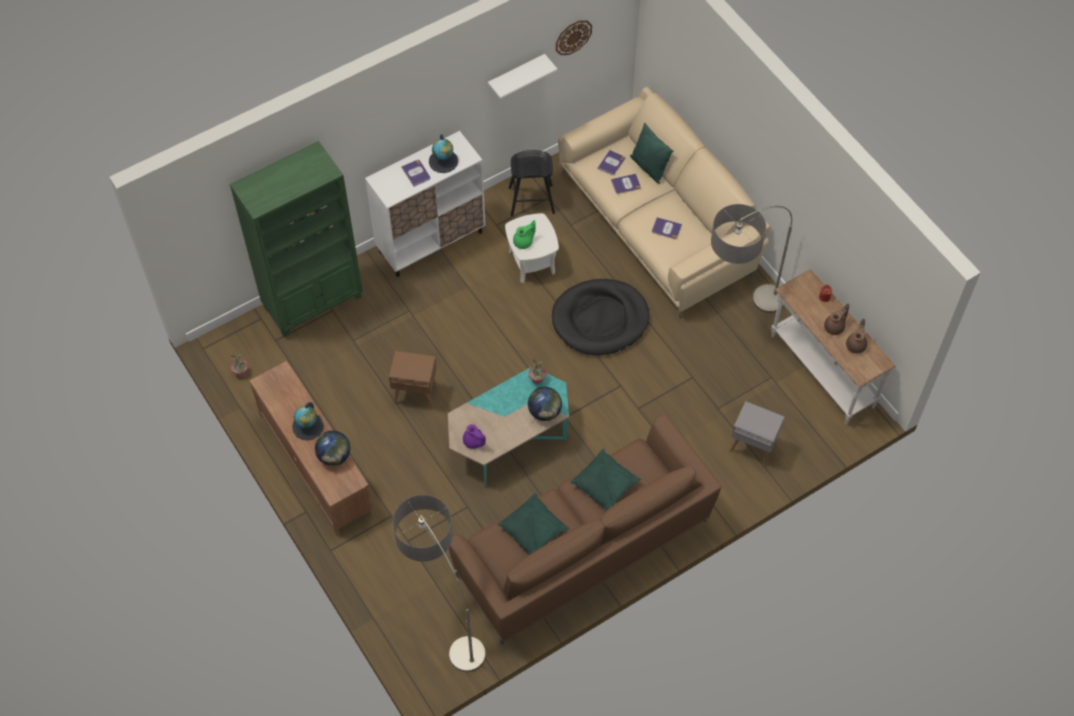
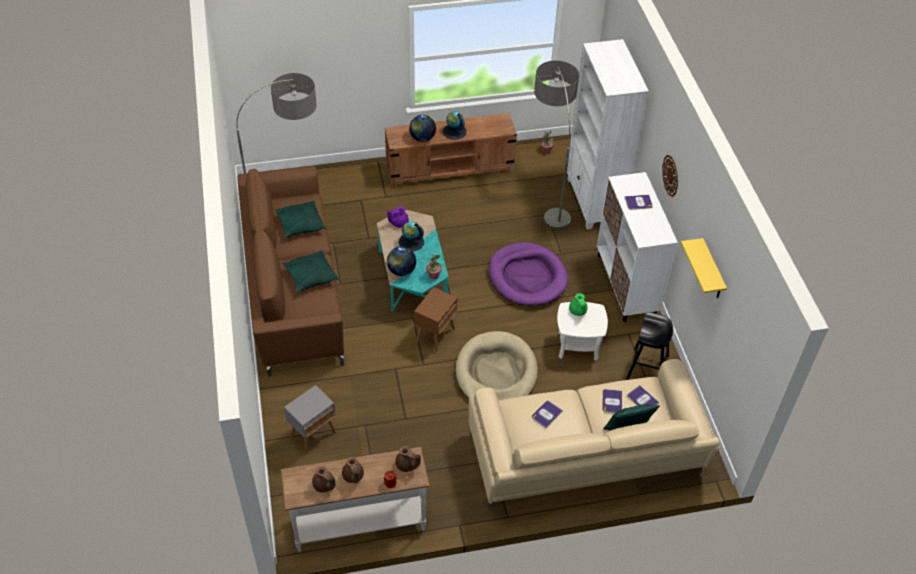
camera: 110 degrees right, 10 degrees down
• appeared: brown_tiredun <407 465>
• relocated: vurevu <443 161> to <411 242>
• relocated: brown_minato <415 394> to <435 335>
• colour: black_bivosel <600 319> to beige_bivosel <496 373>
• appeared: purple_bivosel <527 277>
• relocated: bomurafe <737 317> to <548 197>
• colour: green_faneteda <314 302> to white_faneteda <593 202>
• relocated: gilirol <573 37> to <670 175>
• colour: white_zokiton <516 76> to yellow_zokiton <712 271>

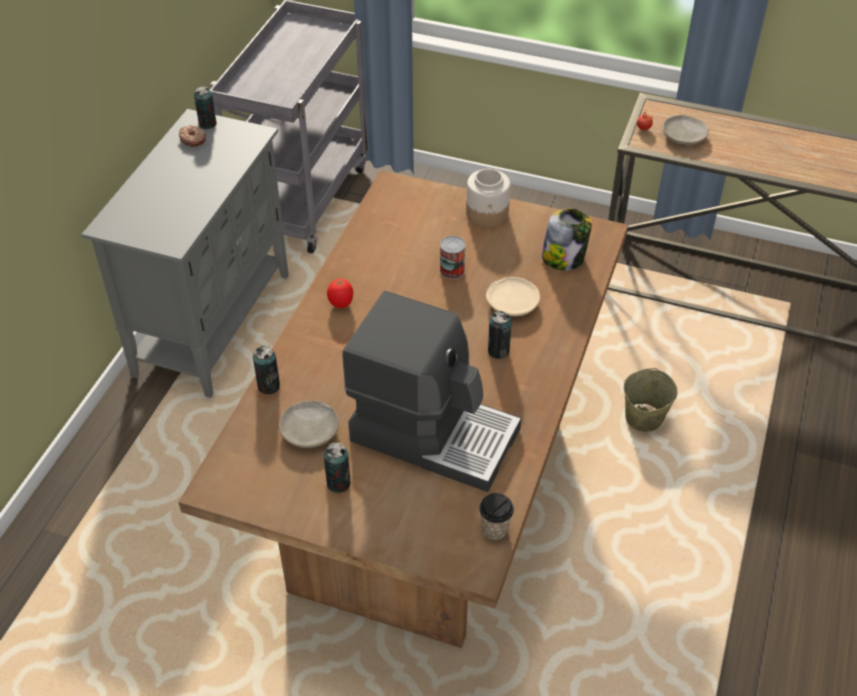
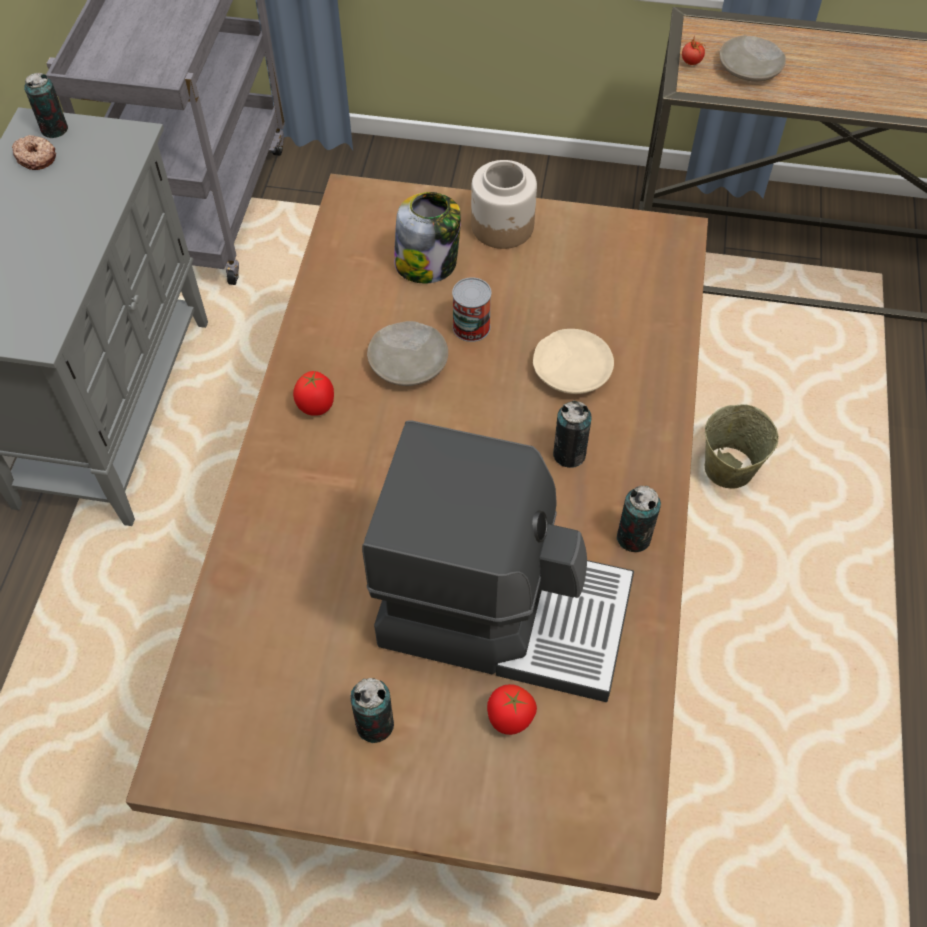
camera: 10 degrees left, 10 degrees up
• relocated: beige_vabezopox <310 430> to <409 362>
• relocated: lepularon <564 258> to <427 263>
• appeared: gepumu <510 720>
• relocated: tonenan <268 386> to <633 537>
• missing: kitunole <495 529>

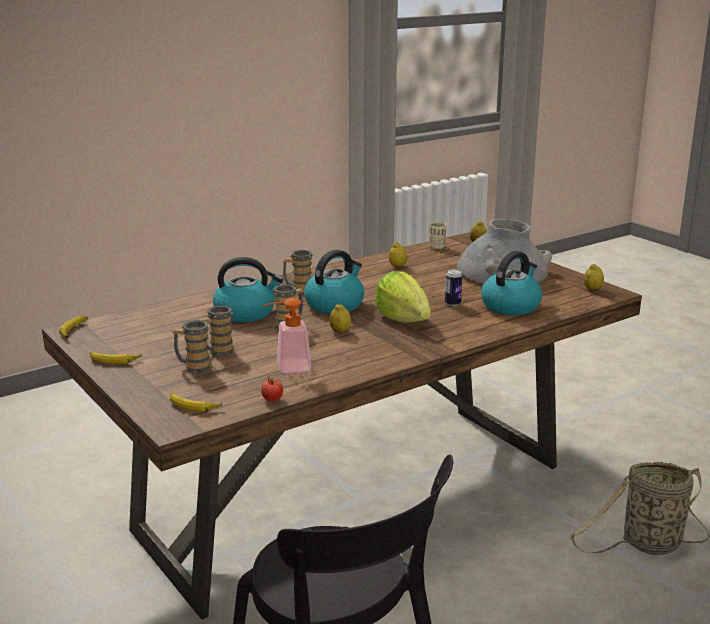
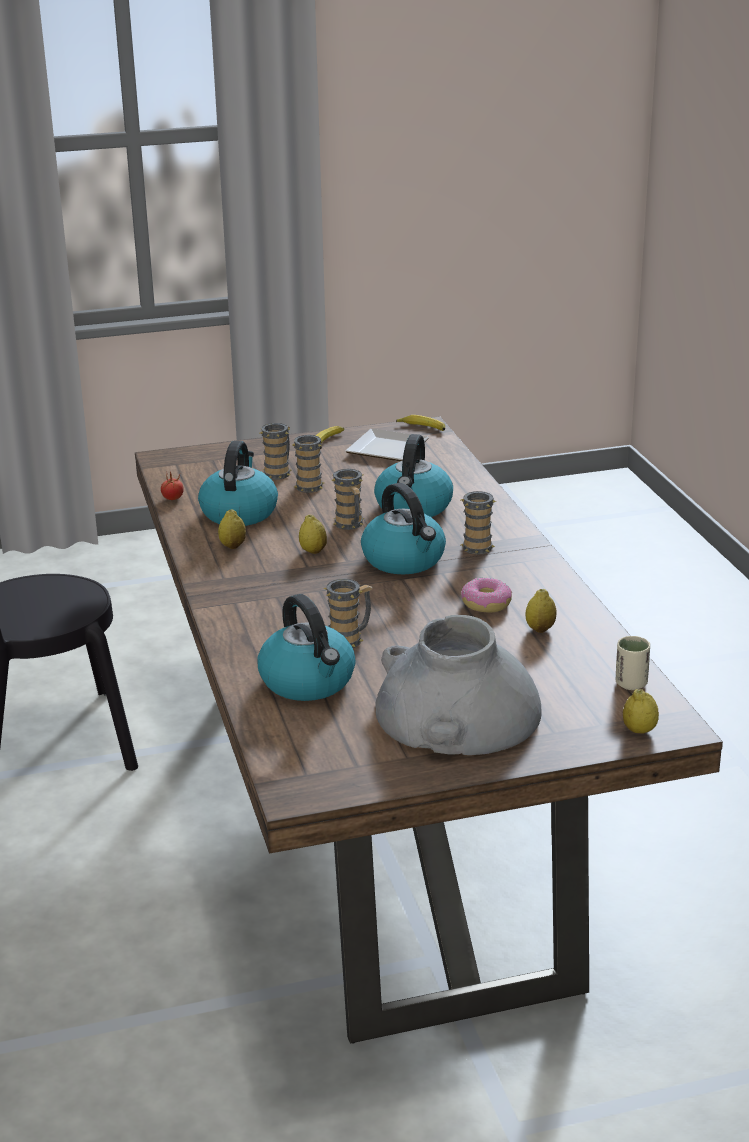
camera: 110 degrees right, 5 degrees up
• exchanged: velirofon <287 367> to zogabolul <239 512>
• relocated: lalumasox <592 289> to <233 546>
• exchanged: tonenan <452 304> to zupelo <350 639>
• appeared: vabezopox <384 450>
• appeared: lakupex <486 603>
• missing: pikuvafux <194 406>
• missing: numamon <403 319>
• missing: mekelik <647 545>

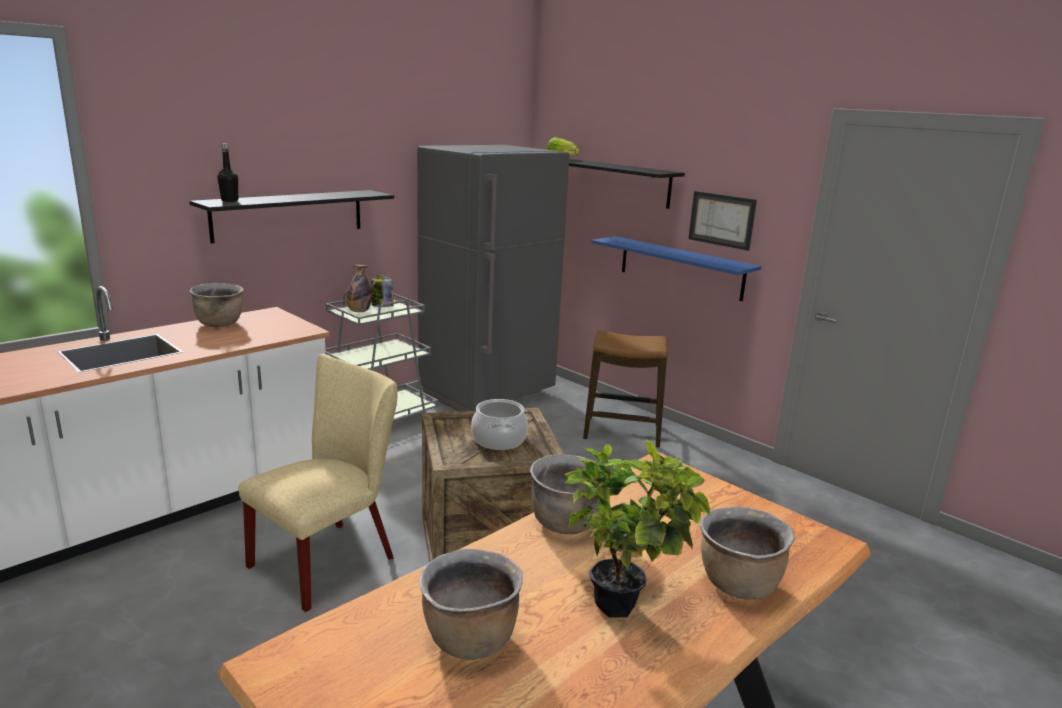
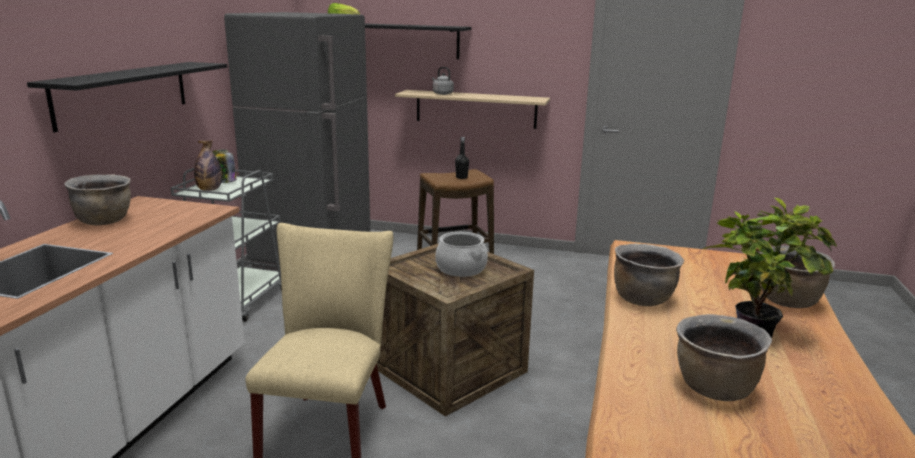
camera: 30 degrees left, 0 degrees up
• colour: blue_zokiton <680 267> to beige_zokiton <475 109>
• appeared: grey_zogabolul <442 93>
• relocated: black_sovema <229 200> to <461 177>
• missing: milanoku <721 220>

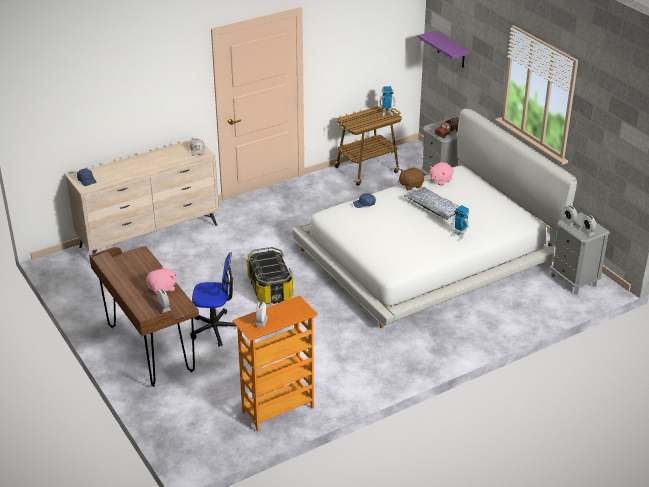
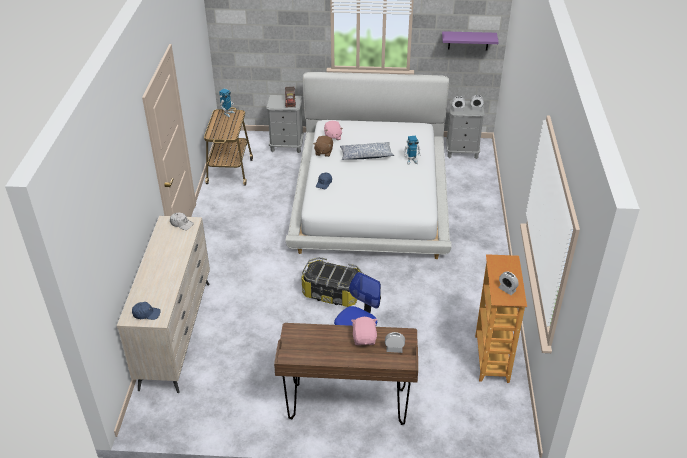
camera: 55 degrees left, 5 degrees up
• relocated: purple_zokiton <451 50> to <468 40>

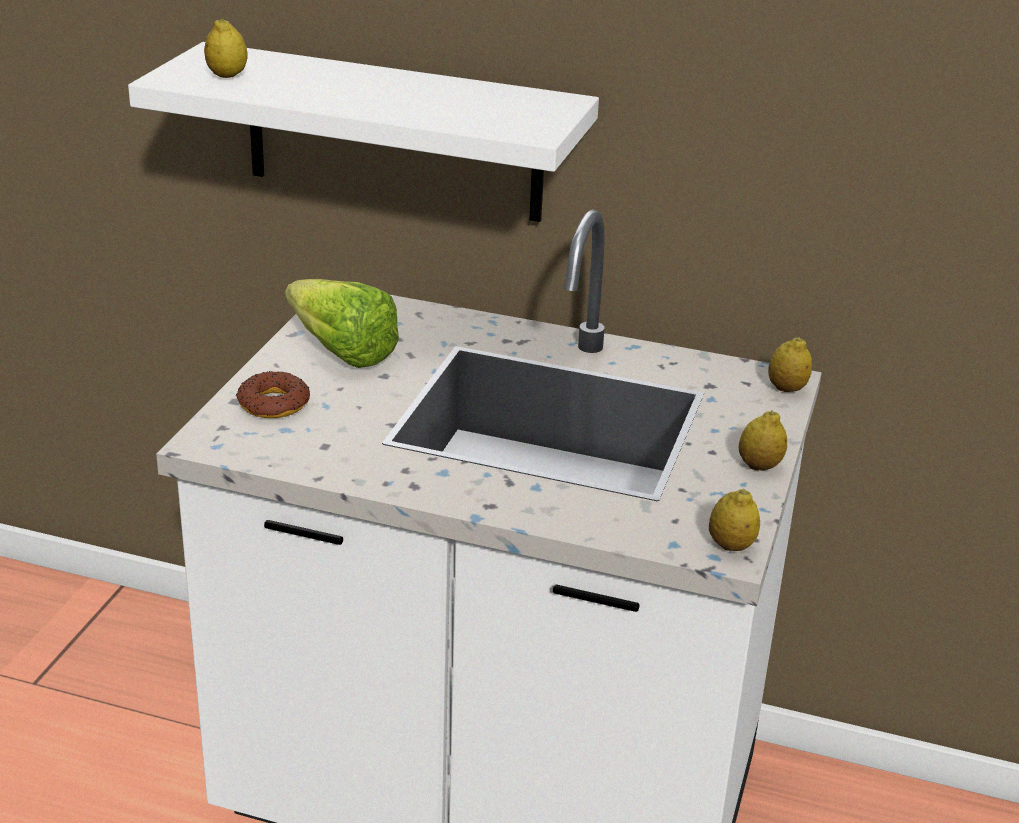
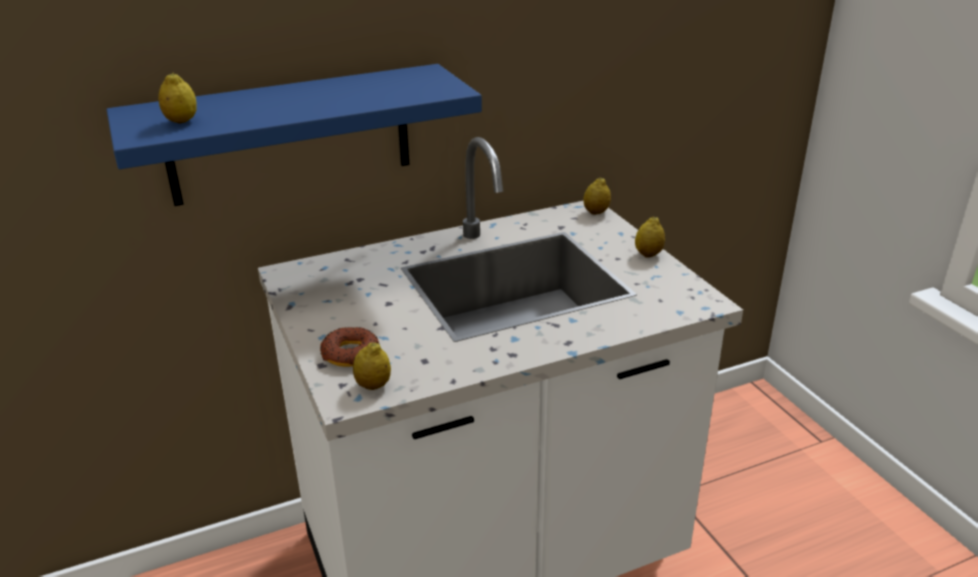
camera: 40 degrees left, 0 degrees up
• colour: white_zokiton <394 133> to blue_zokiton <290 135>
• relocated: lalumasox <731 546> to <373 385>
• missing: numamon <337 348>

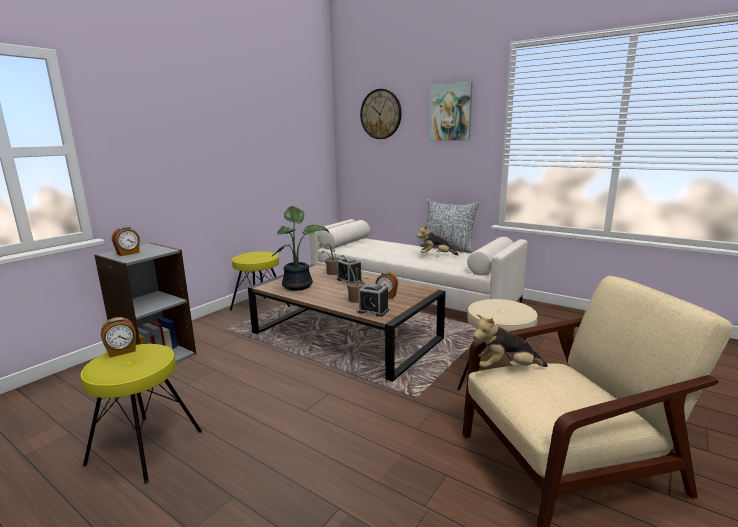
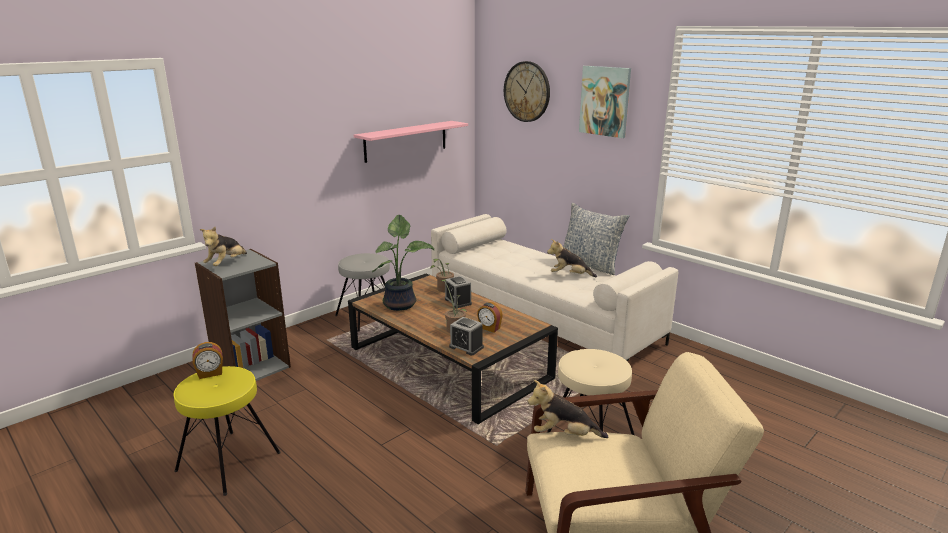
camera: 10 degrees right, 5 degrees up
• exchanged: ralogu <128 253> to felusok <226 264>
• colour: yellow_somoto <260 308> to grey_somoto <367 317>
• appeared: pink_zokiton <406 141>

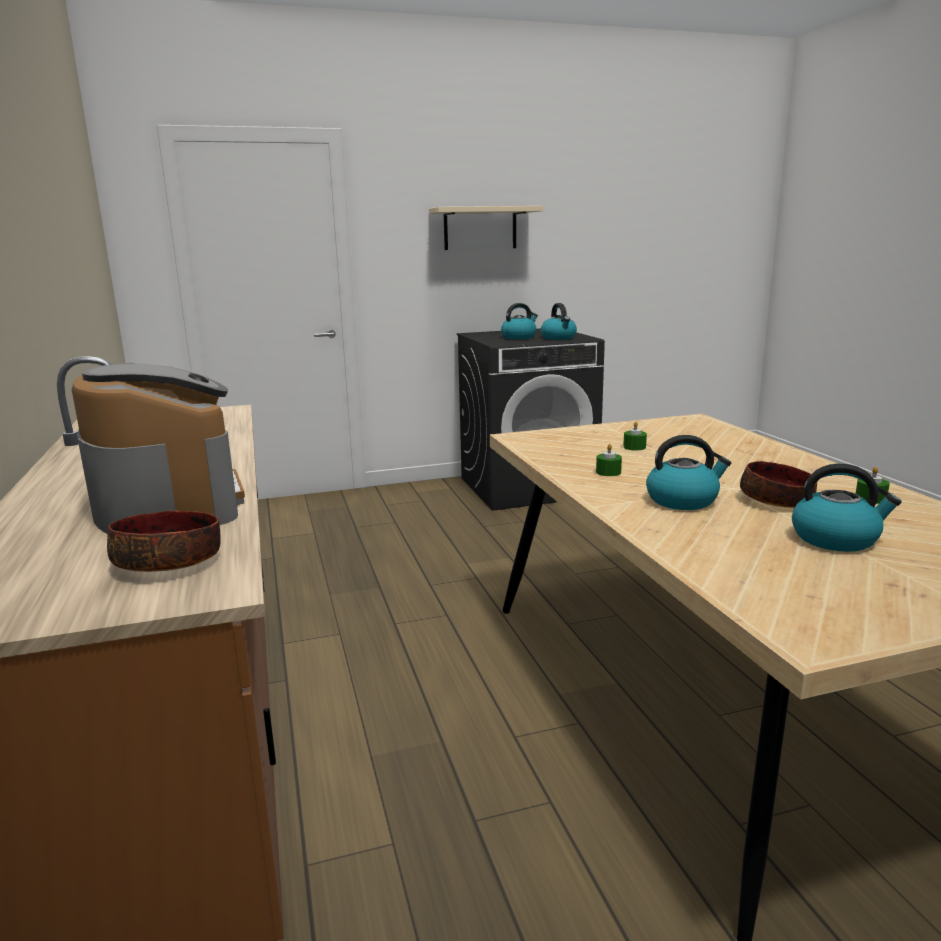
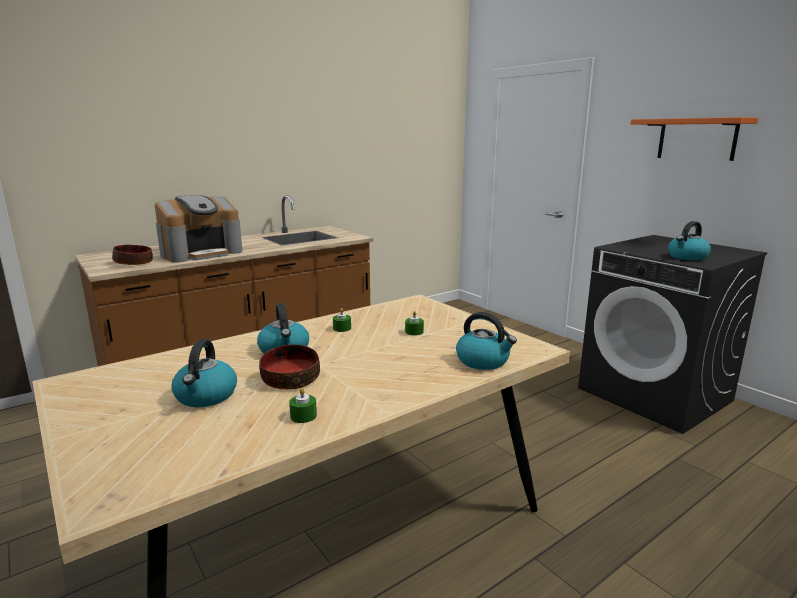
camera: 70 degrees right, 0 degrees up
• relocated: zogabolul <519 337> to <483 361>
• colour: beige_zokiton <480 228> to orange_zokiton <696 139>

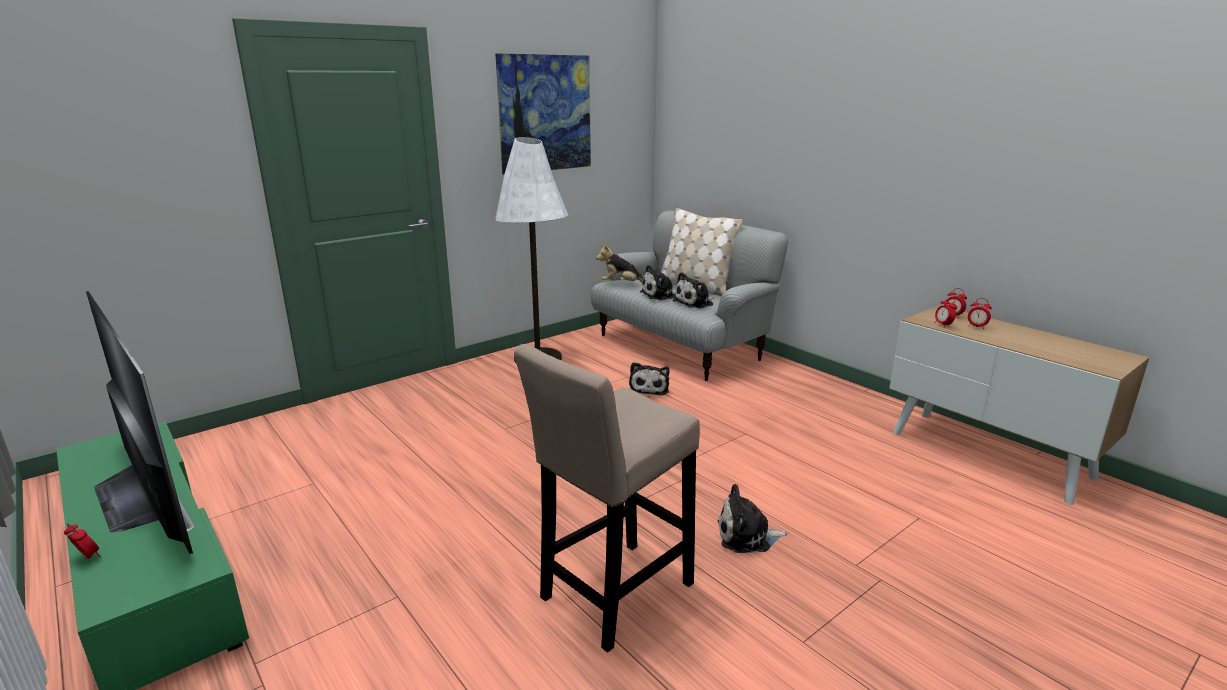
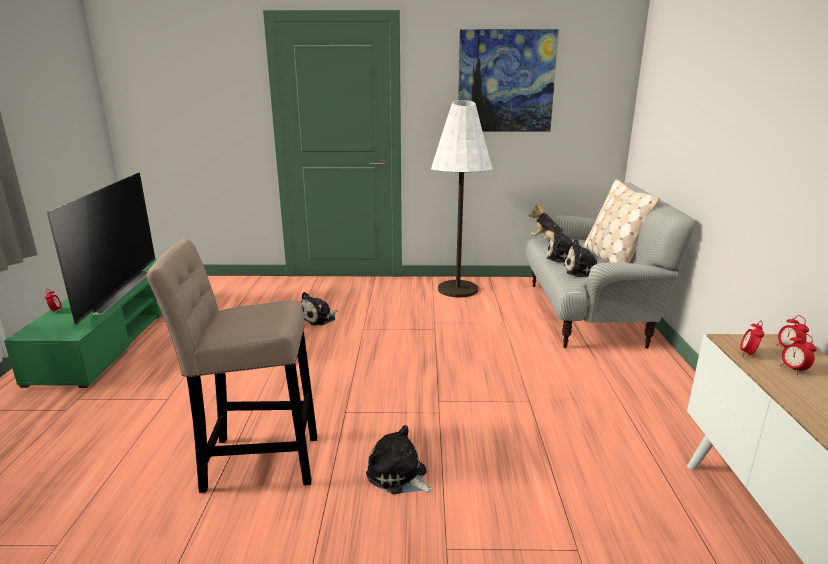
camera: 40 degrees right, 0 degrees up
• relocated: felusok <649 388> to <319 318>

